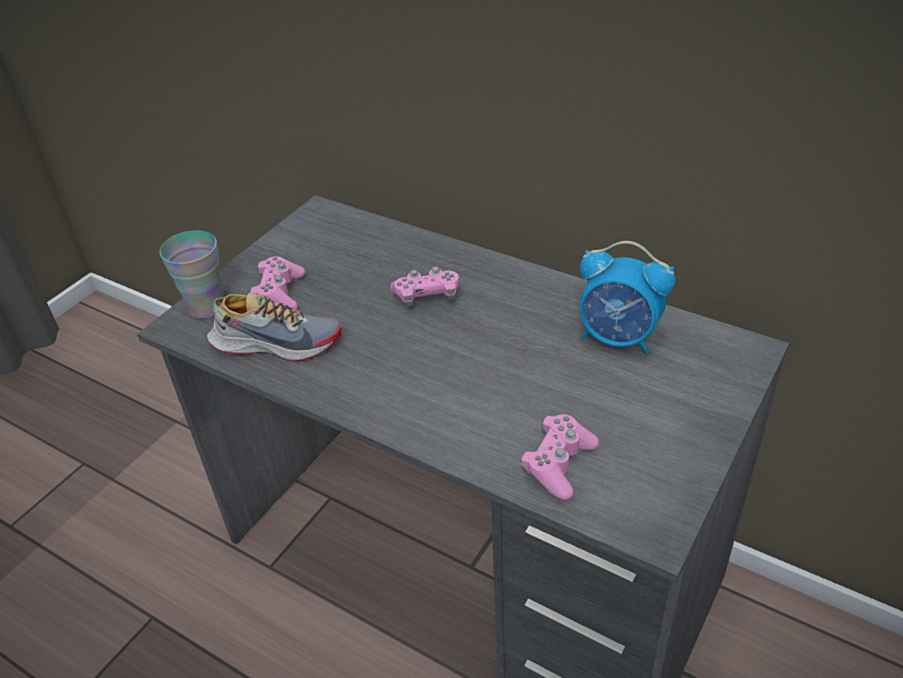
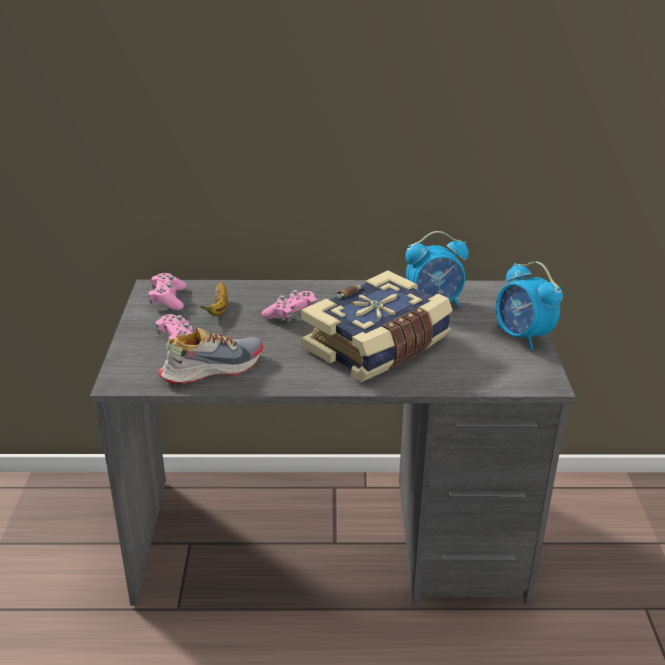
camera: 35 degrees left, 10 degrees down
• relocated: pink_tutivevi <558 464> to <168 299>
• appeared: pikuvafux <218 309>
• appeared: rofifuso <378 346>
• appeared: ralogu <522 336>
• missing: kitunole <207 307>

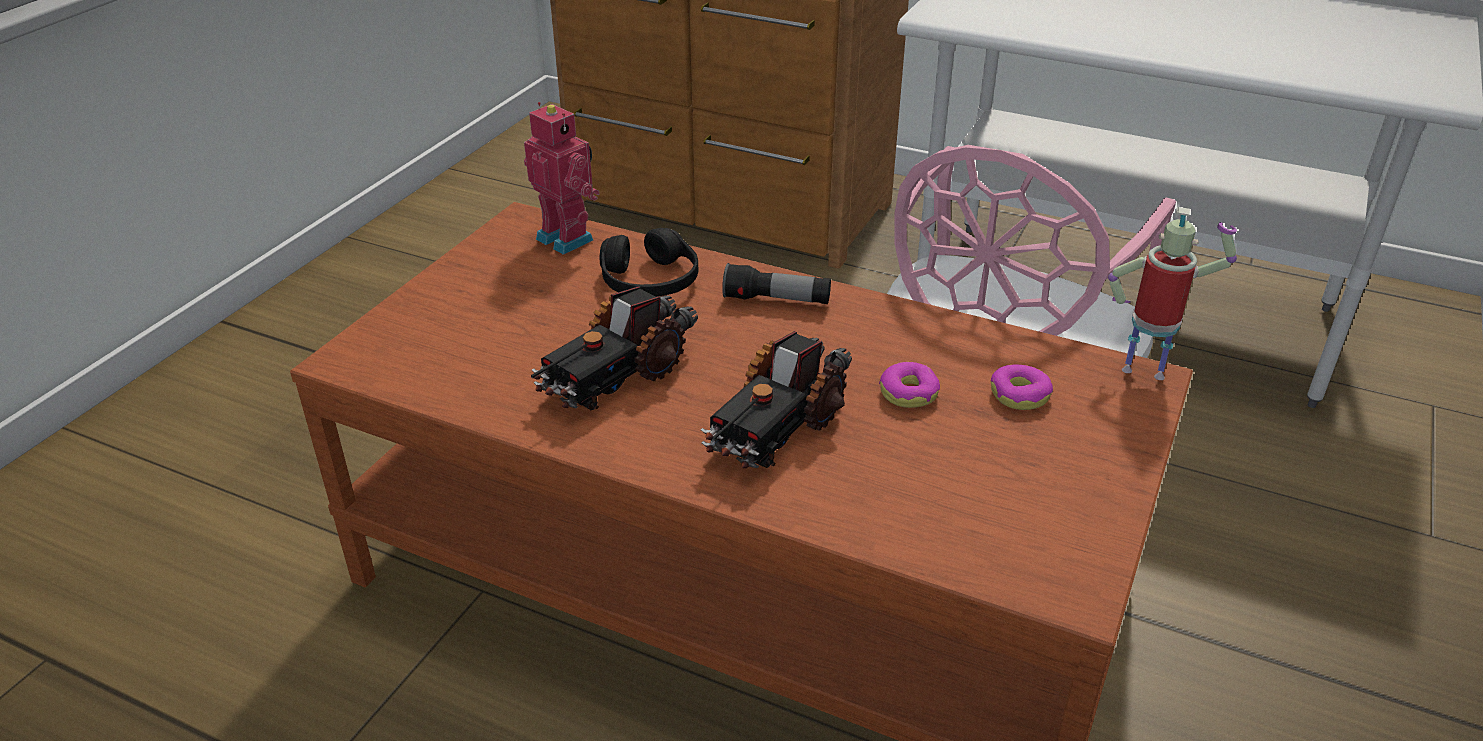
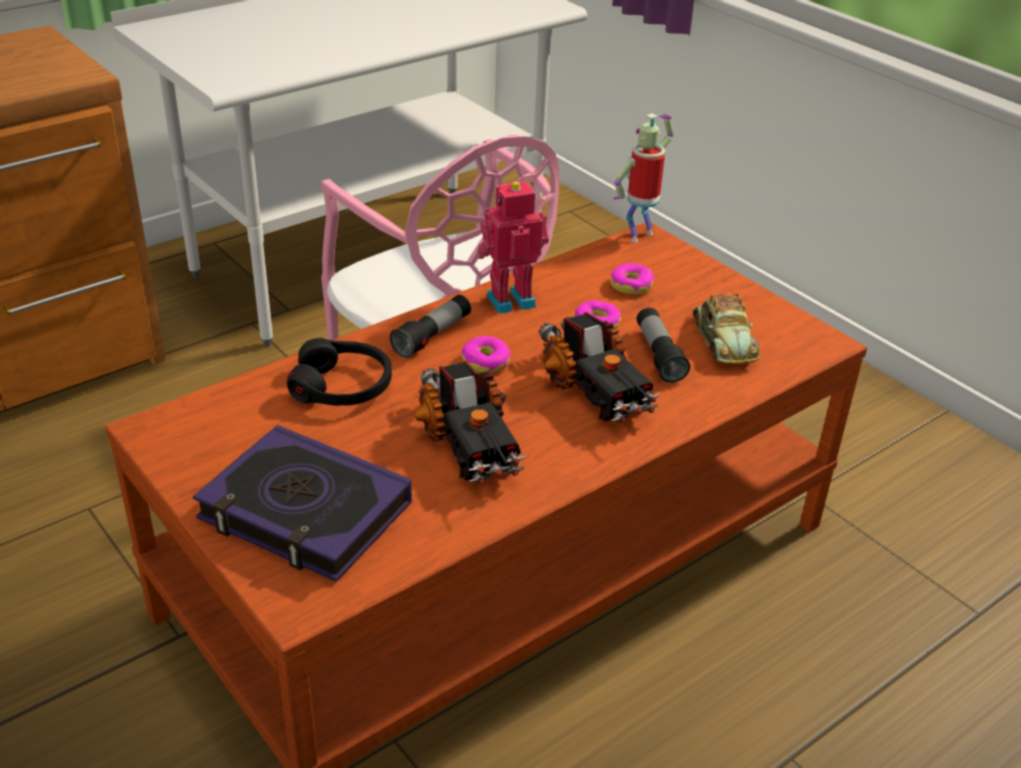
camera: 65 degrees left, 0 degrees up
• appeared: rofifuso <305 512>
• appeared: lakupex <485 362>
• relocated: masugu <568 238> to <509 299>
• appeared: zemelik <659 355>
• appeared: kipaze <723 340>

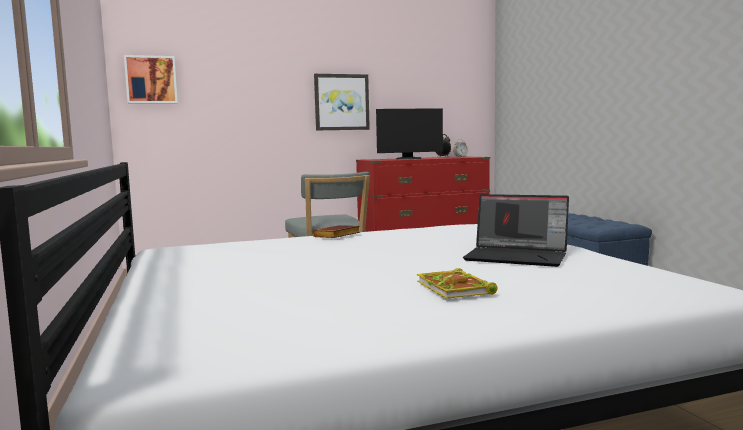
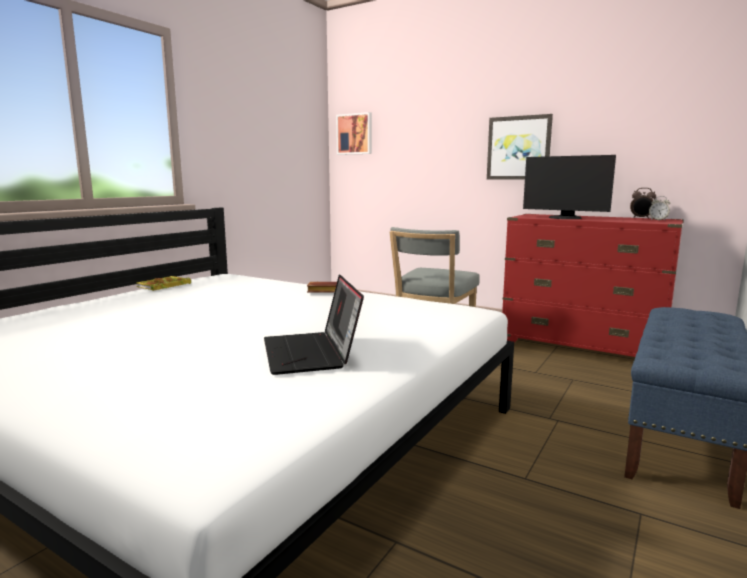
camera: 50 degrees right, 5 degrees up
• relocated: rofifuso <456 289> to <163 286>

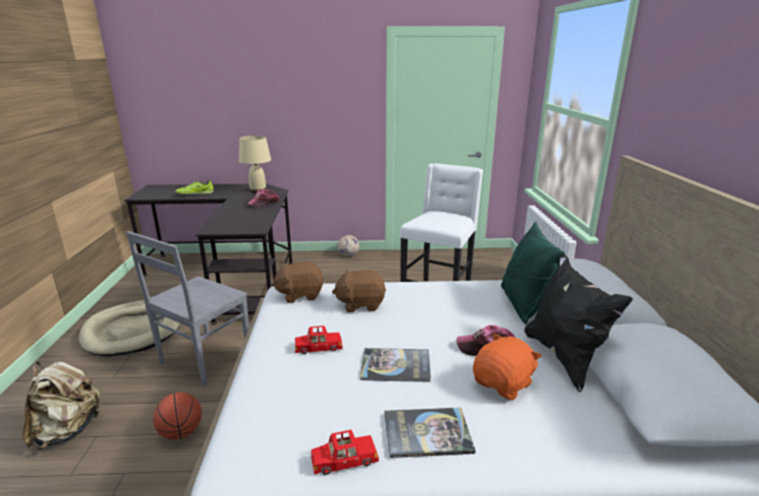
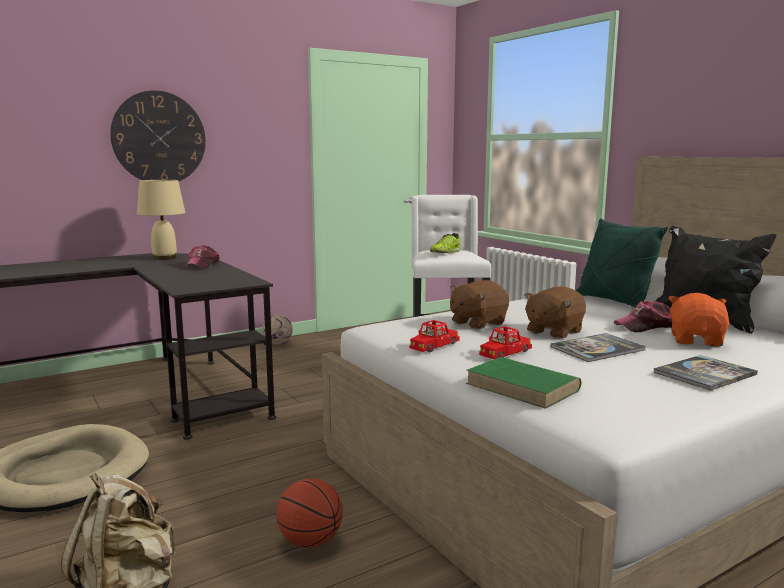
camera: 30 degrees left, 10 degrees down
• appeared: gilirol <159 138>
• relocated: red_kipaze <344 461> to <434 346>
• relocated: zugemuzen <195 194> to <444 253>
• appeared: green_rofifuso <523 387>
• relocated: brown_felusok <300 295> to <553 332>
• missing: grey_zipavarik <204 360>

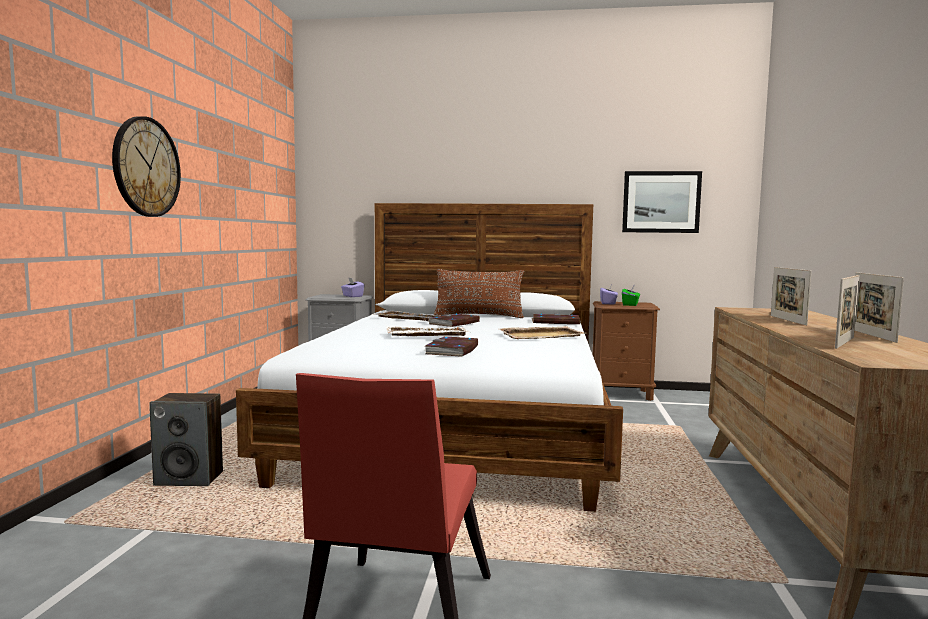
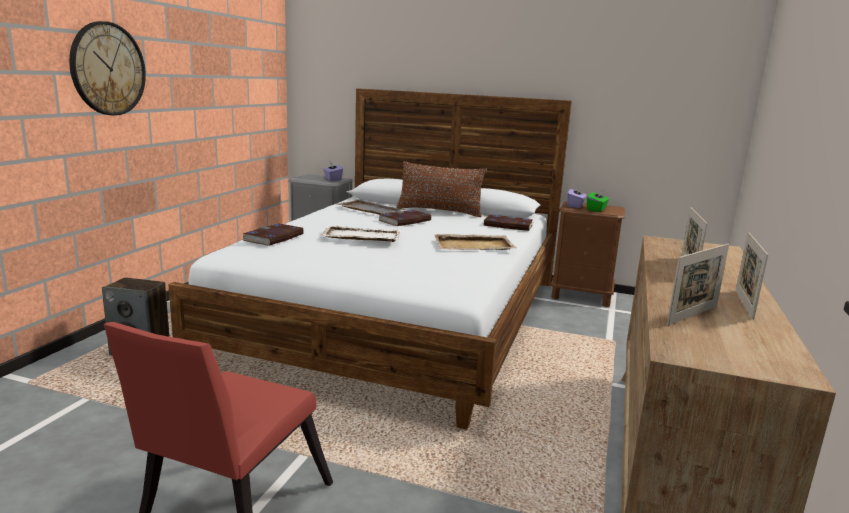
camera: 10 degrees right, 10 degrees up
• relocated: rofifuso <452 350> to <274 237>
• missing: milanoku <661 202>

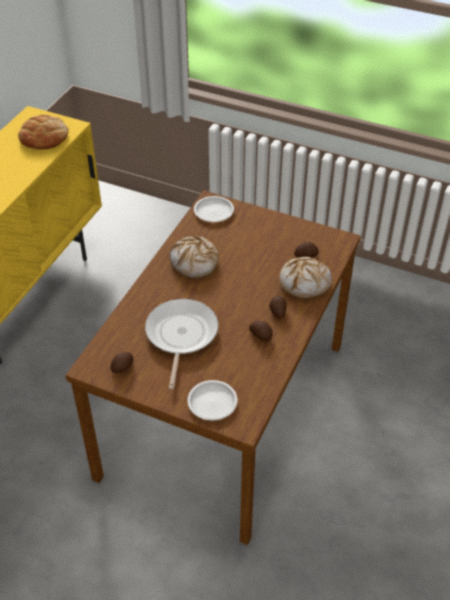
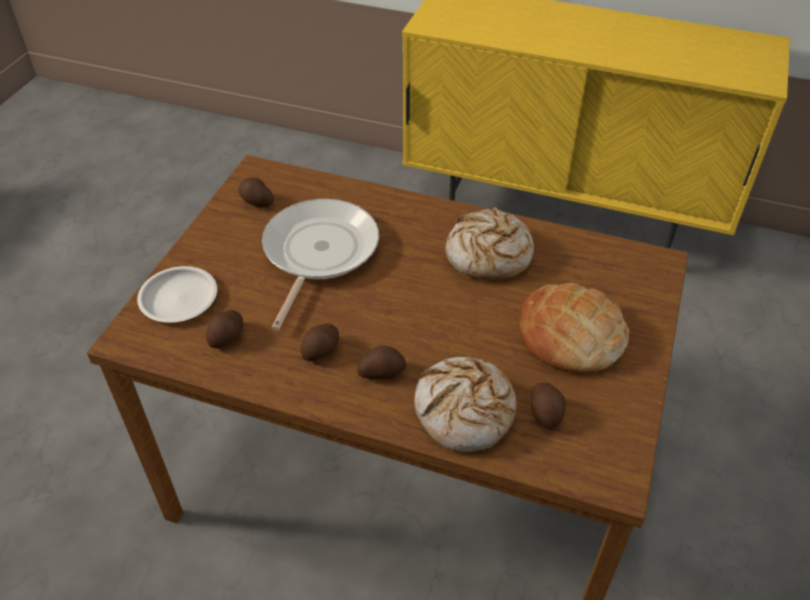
camera: 85 degrees right, 0 degrees up
• appeared: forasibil <228 337>
• spun: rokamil <180 336> = <318 253> 75 degrees counterclockwise
• relocated: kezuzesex <44 137> to <571 335>
• missing: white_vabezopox <214 211>

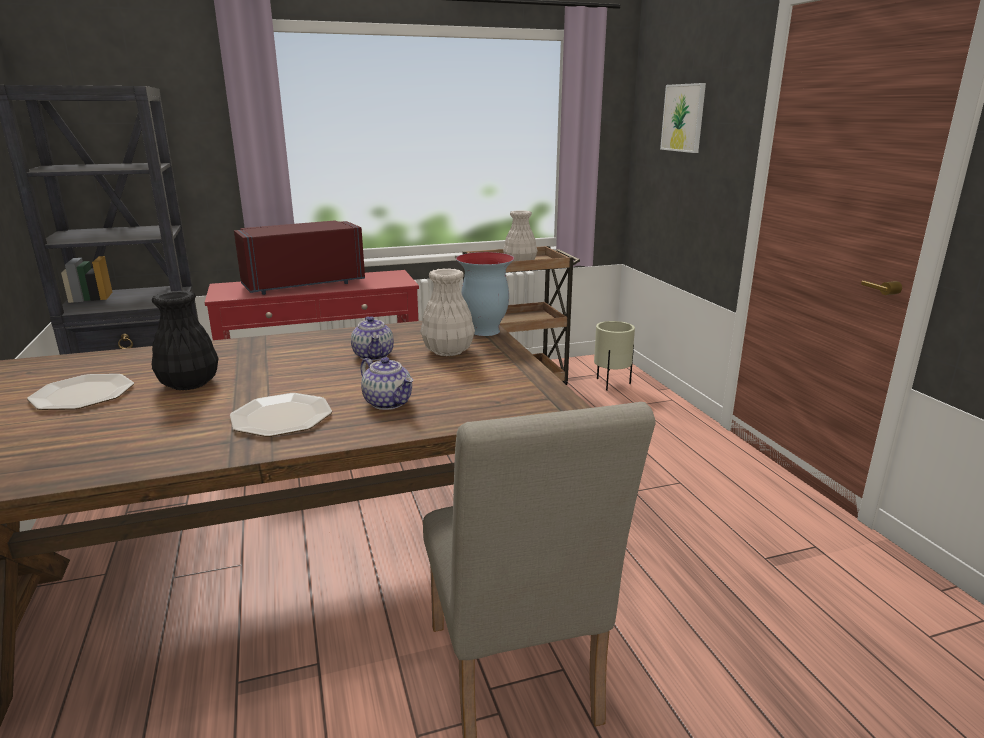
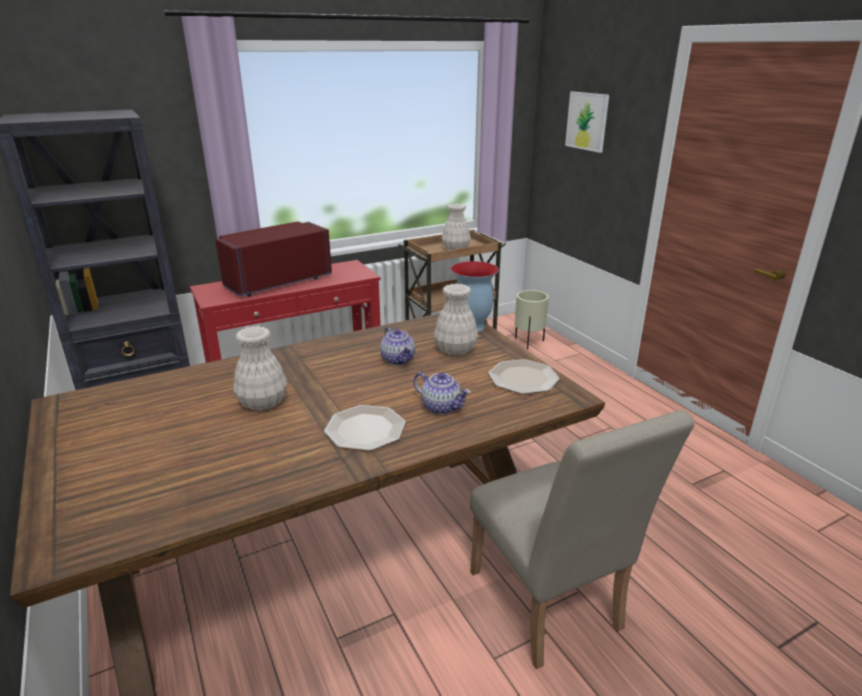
camera: 10 degrees left, 5 degrees up
• colour: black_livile <189 384> to white_livile <262 403>
• relocated: vabezopox <82 394> to <522 378>

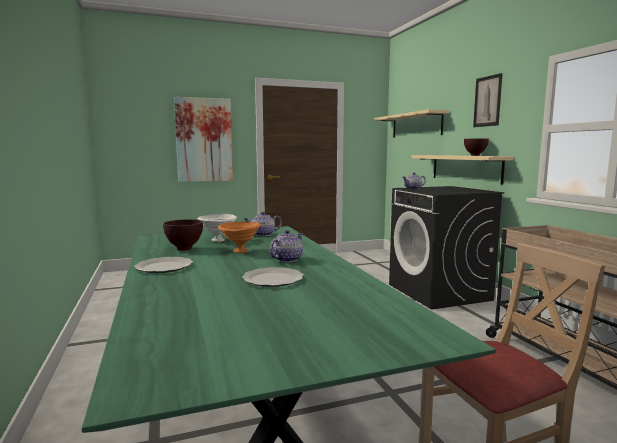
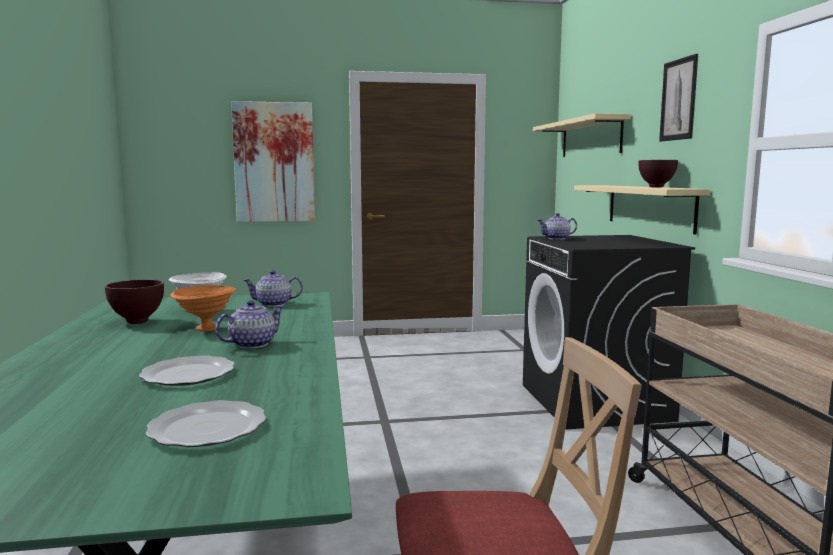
camera: 10 degrees right, 0 degrees up
• relocated: vabezopox <165 267> to <209 428>

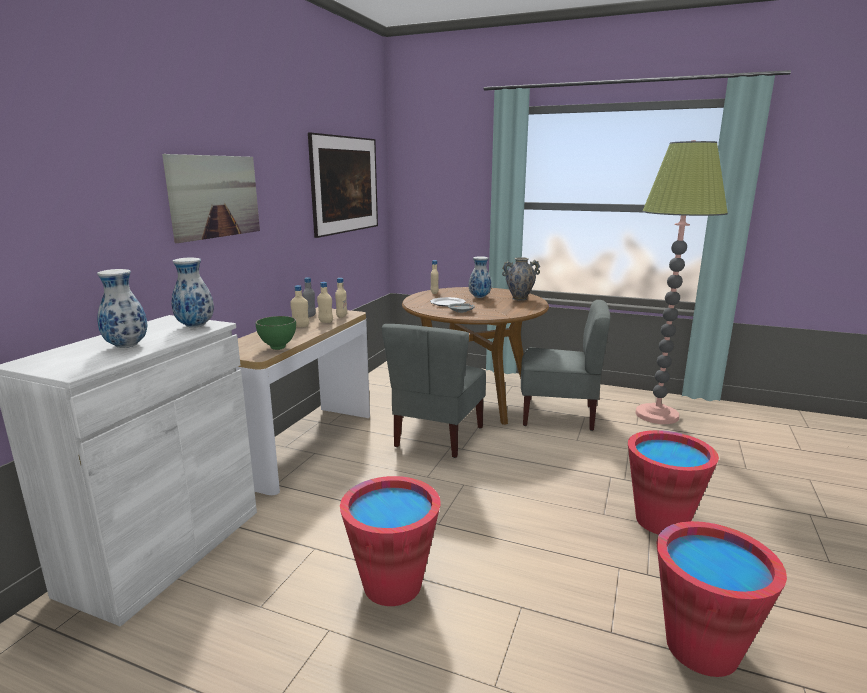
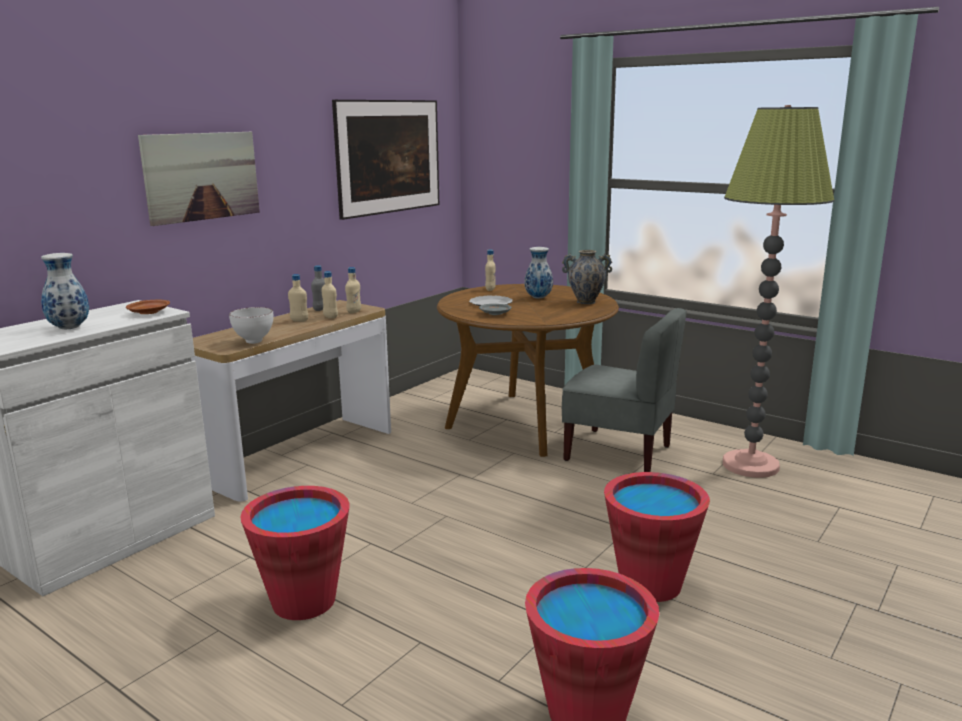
camera: 15 degrees right, 0 degrees up
• exchanged: livile <196 326> to brown_vabezopox <149 312>
• colour: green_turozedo <279 347> to white_turozedo <255 341>
• missing: grey_zipavarik <437 437>

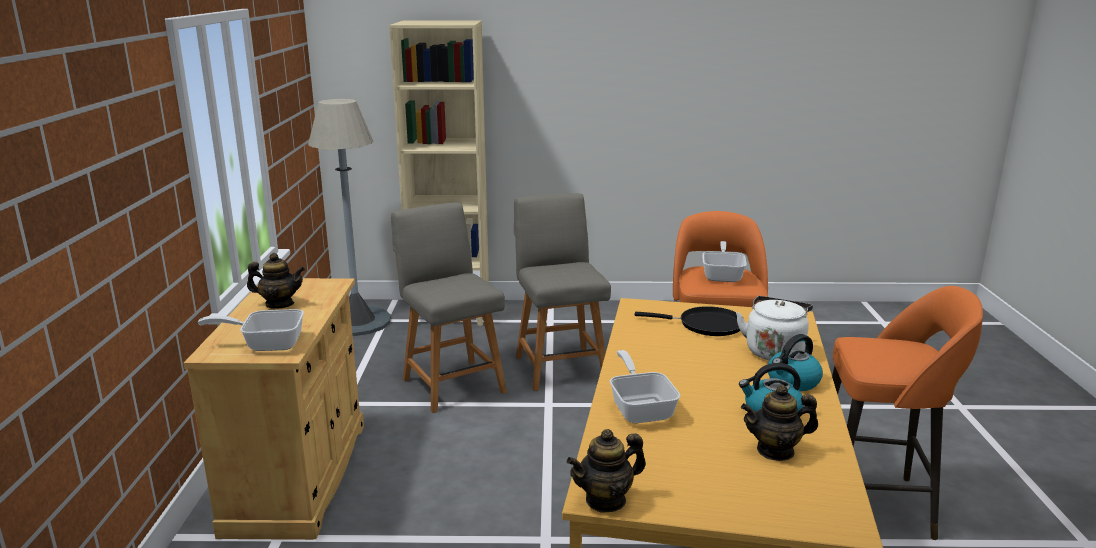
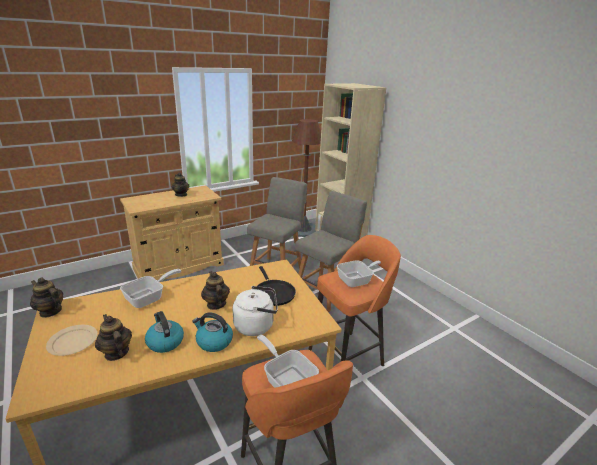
camera: 55 degrees right, 5 degrees up
• appeared: beige_vabezopox <73 342>
• appeared: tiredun <216 304>
• relocated: rokamil <266 343> to <287 379>
• colour: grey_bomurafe <357 322> to brown_bomurafe <303 229>

